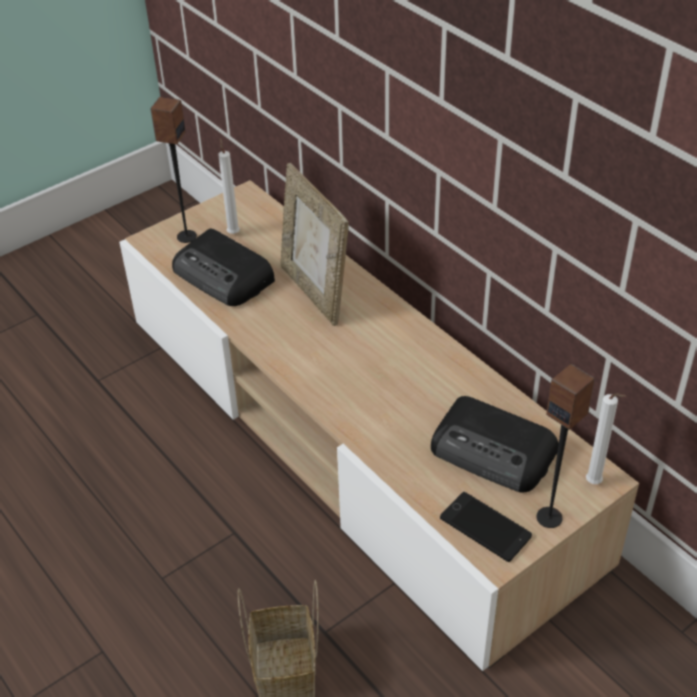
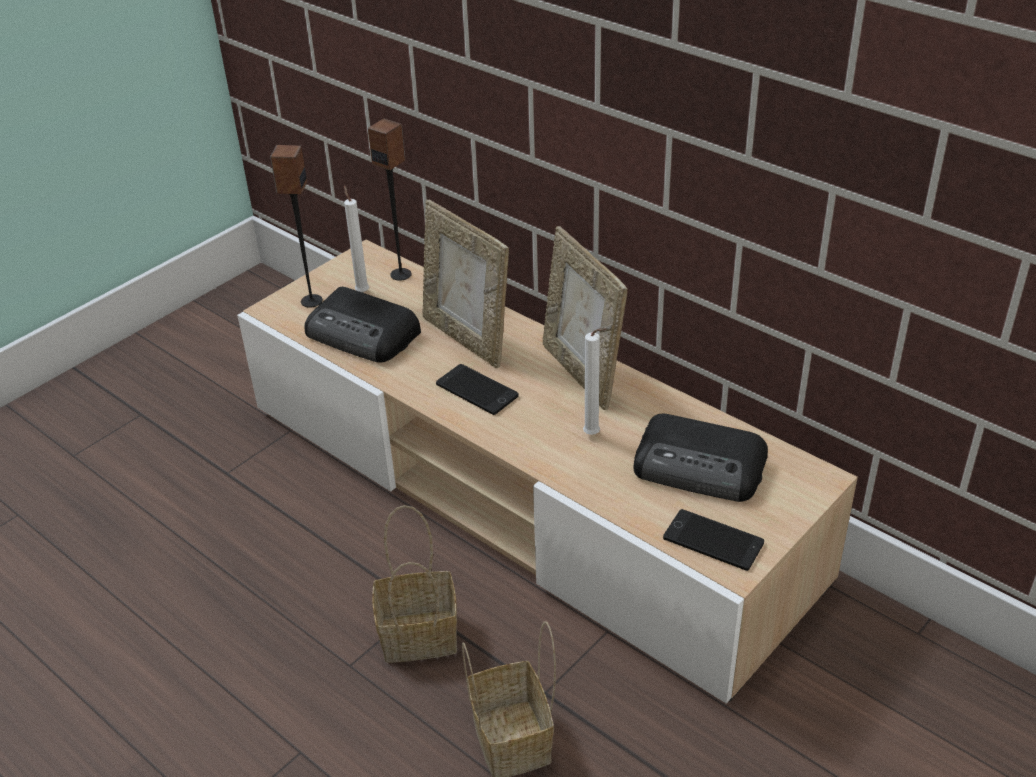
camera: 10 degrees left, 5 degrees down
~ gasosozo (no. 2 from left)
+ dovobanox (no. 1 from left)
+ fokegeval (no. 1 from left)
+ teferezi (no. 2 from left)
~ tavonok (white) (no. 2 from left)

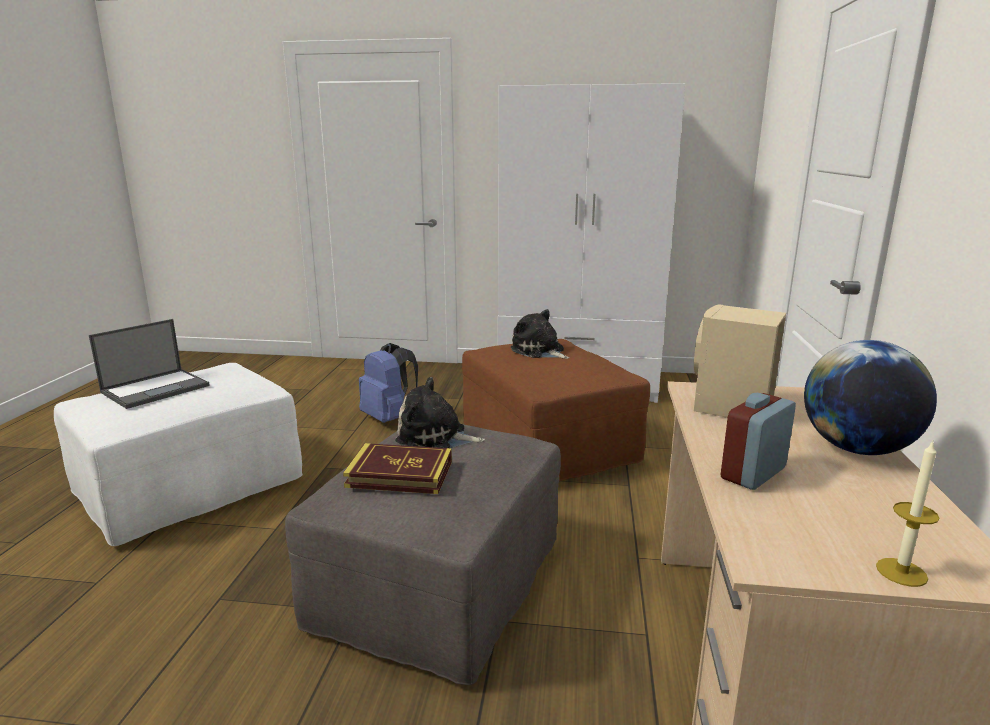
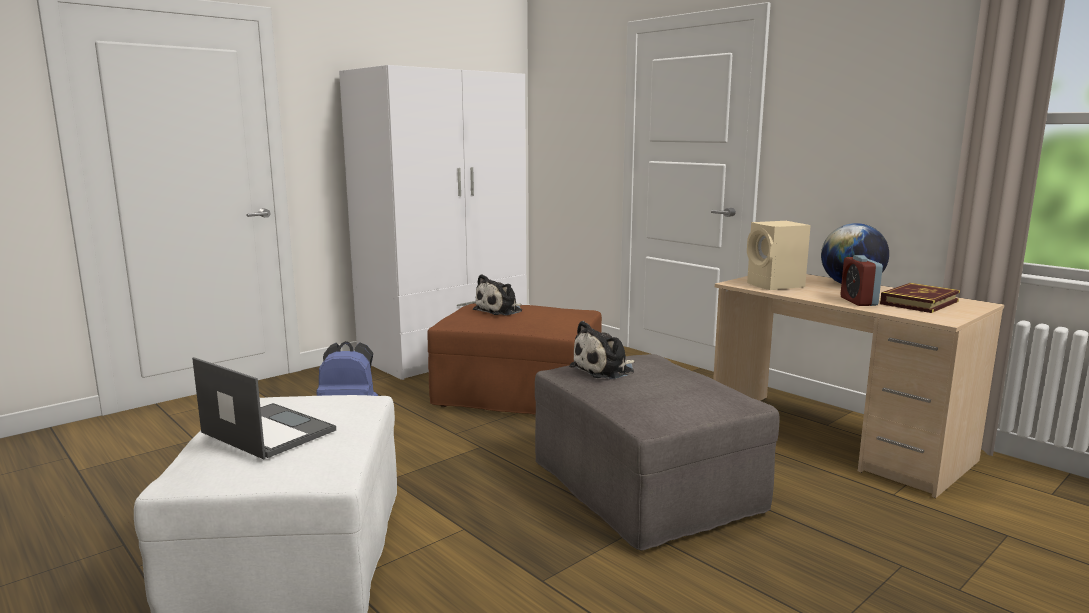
camera: 50 degrees left, 5 degrees down
~ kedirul 45 degrees counterclockwise
~ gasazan (no. 2 from left in the first image) 45 degrees counterclockwise
~ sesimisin
- tavonok

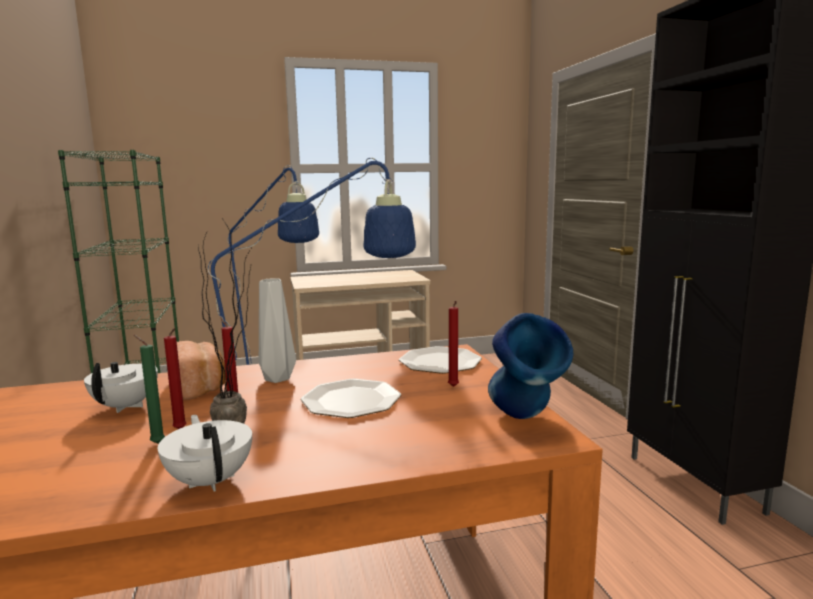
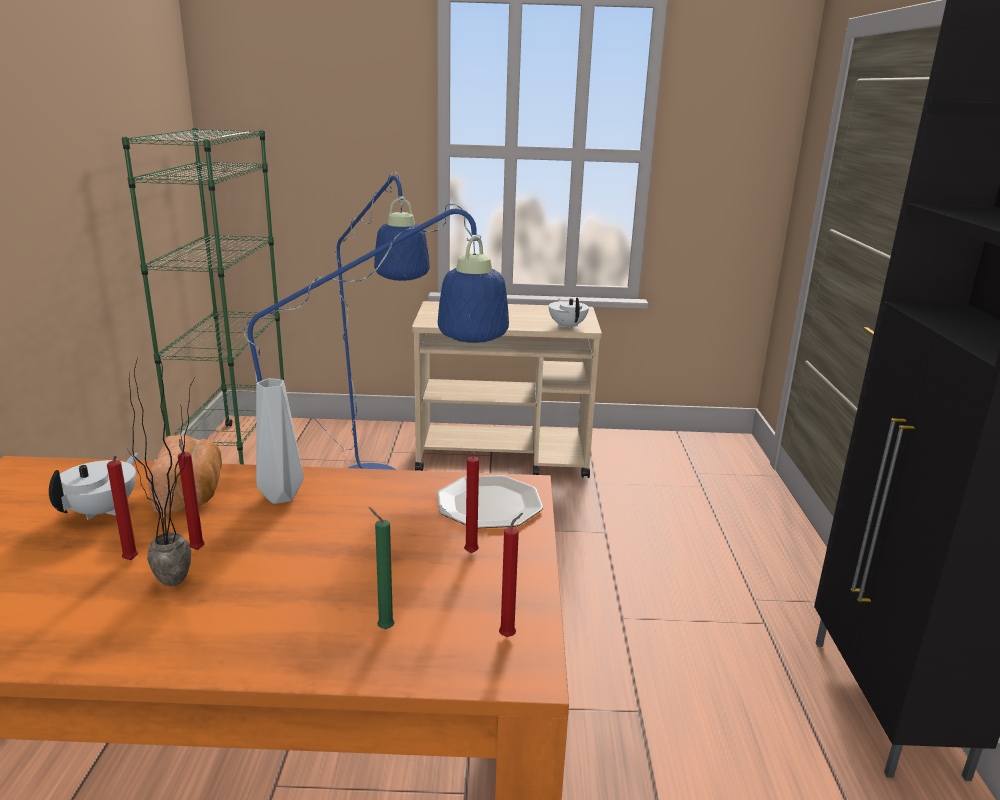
camera: 15 degrees right, 10 degrees up
~ tavonok (green)
~ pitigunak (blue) to tavonok (red) (no. 4 from left)
~ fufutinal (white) (no. 2 from left)
- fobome (no. 1 from left)

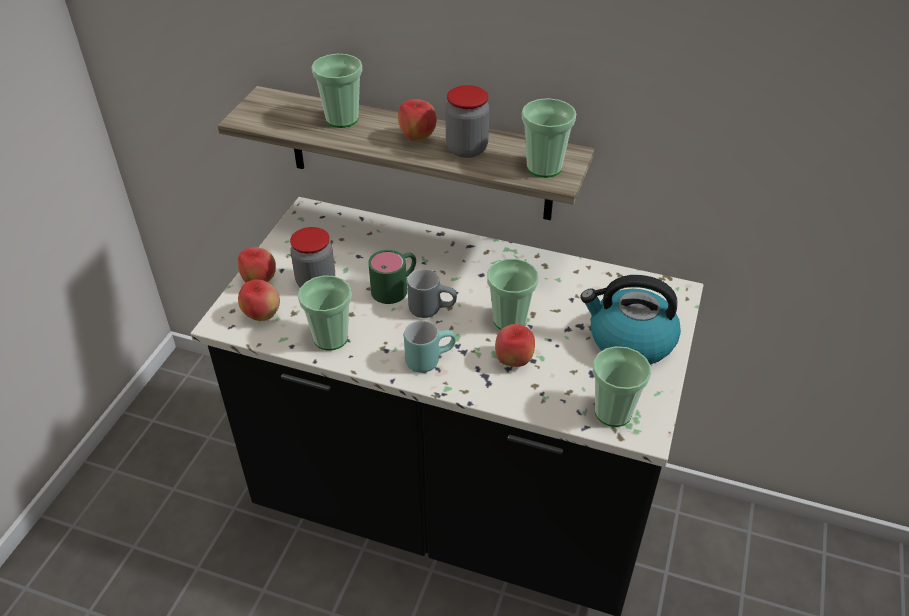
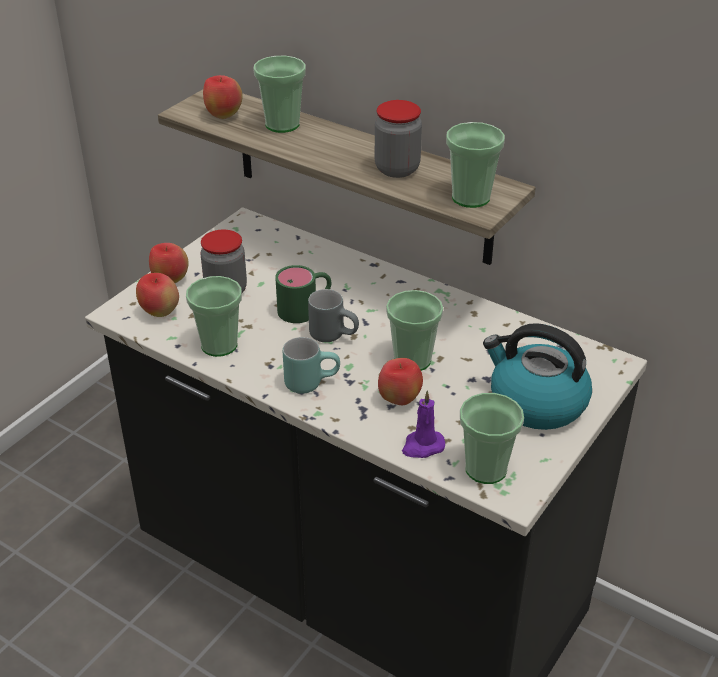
camera: 15 degrees right, 5 degrees down
~ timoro (no. 3 from left)
+ tavonok (purple)

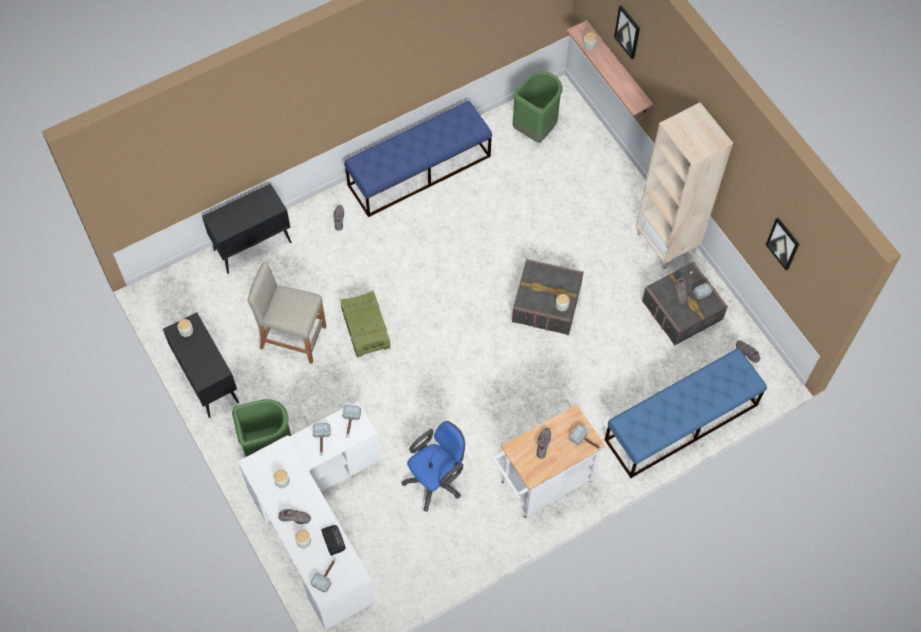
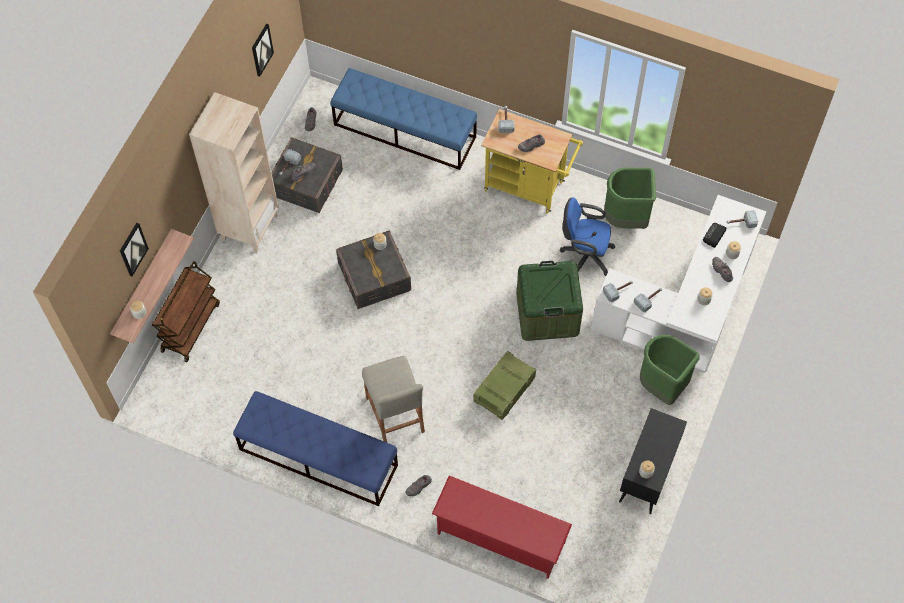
camera: 125 degrees left, 0 degrees up
+ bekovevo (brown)
~ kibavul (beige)
~ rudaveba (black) (no. 2 from left) to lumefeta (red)
~ bekovevo (white) to bekovevo (yellow)
+ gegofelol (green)
~ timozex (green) (no. 2 from left in the first image) to timozex (green) (no. 1 from left)

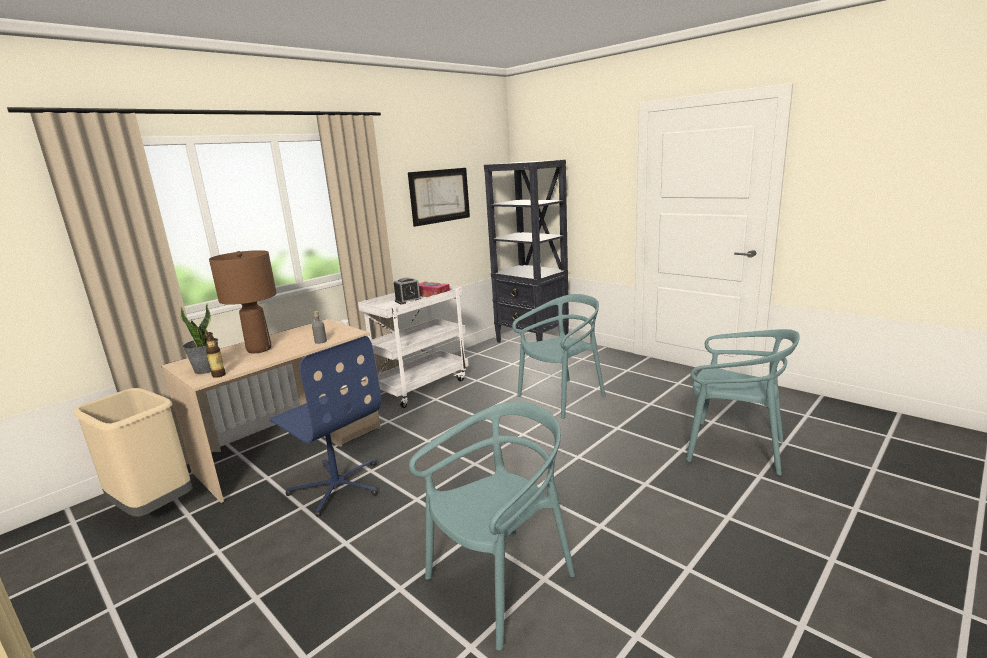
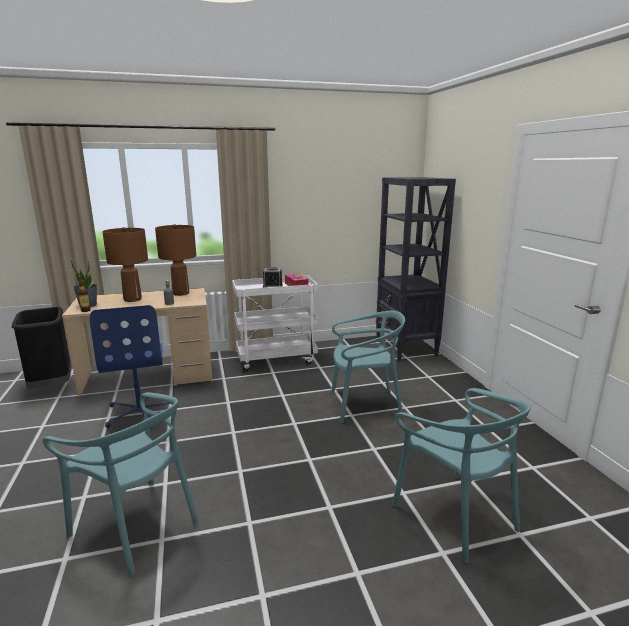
camera: 30 degrees right, 0 degrees up
~ timozex (beige) to timozex (black)
~ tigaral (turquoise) (no. 1 from left) 45 degrees clockwise
+ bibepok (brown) (no. 2 from left)
- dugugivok

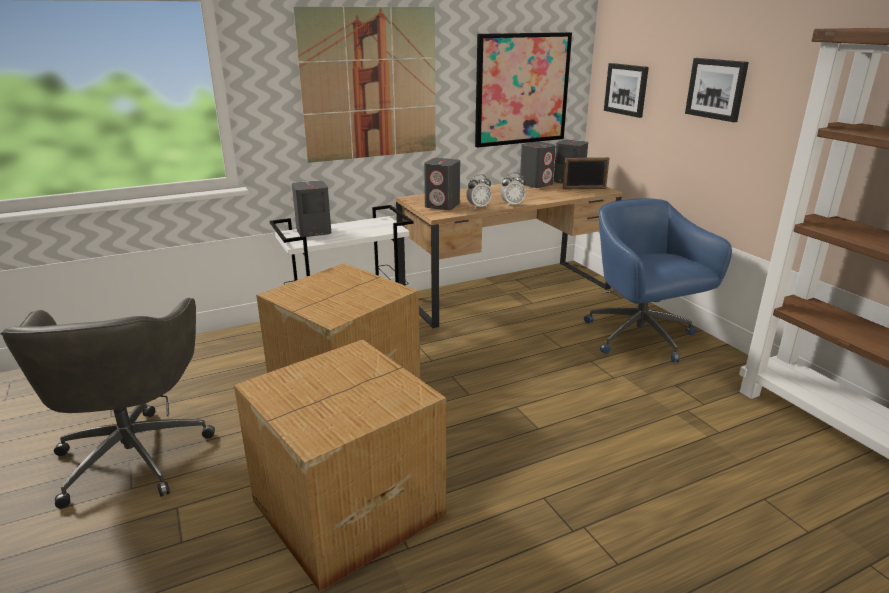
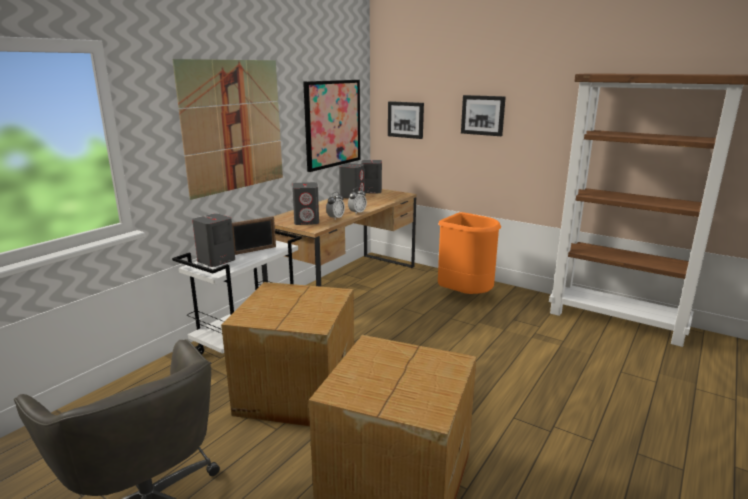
camera: 30 degrees left, 5 degrees down
~ teferezi
~ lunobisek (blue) to timozex (orange)

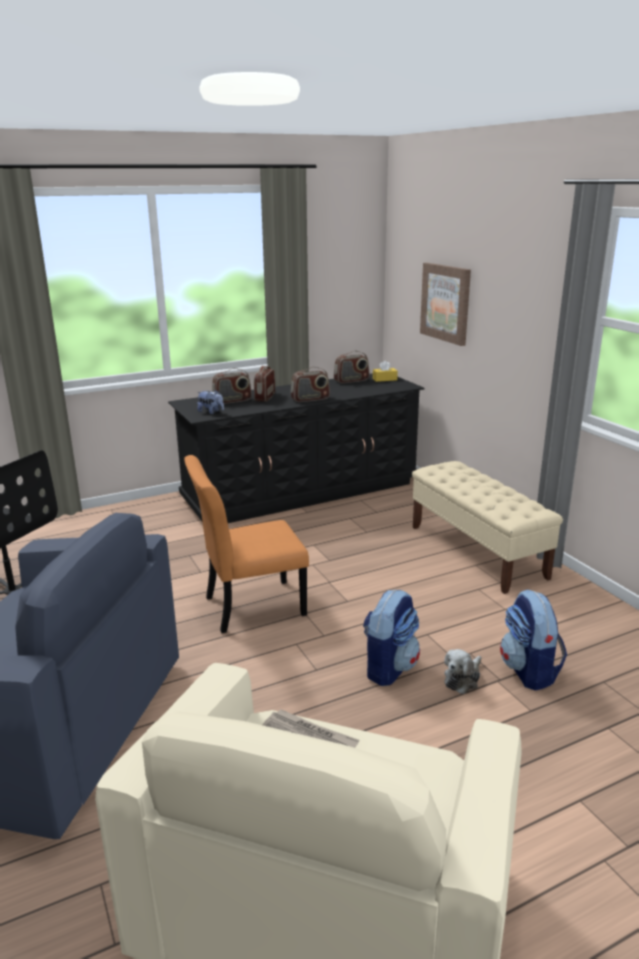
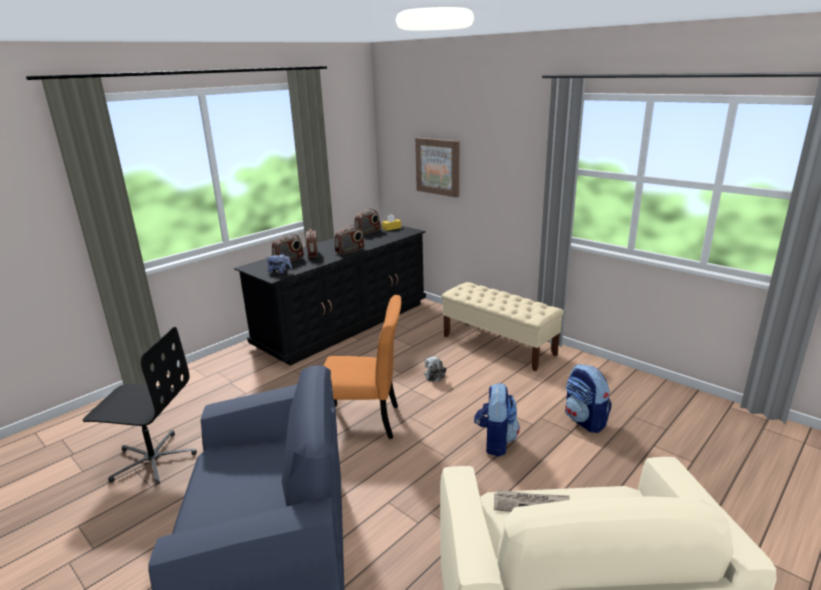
camera: 20 degrees left, 0 degrees up
~ tigaral (orange) 135 degrees counterclockwise
~ gasazan (no. 2 from left)

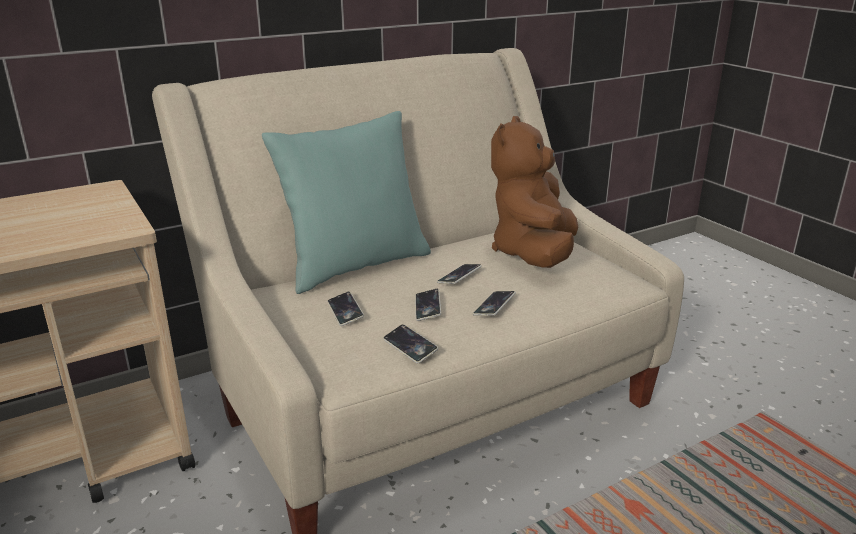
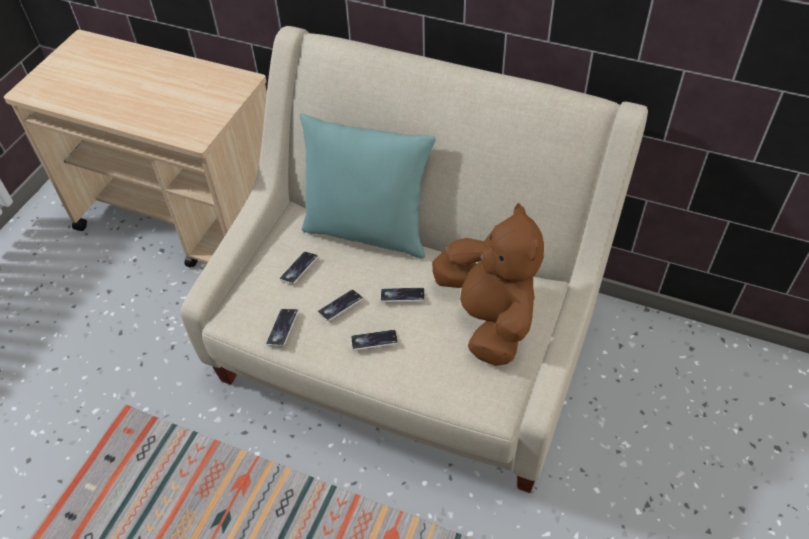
camera: 55 degrees right, 25 degrees up
~ gasazan (brown) 90 degrees clockwise

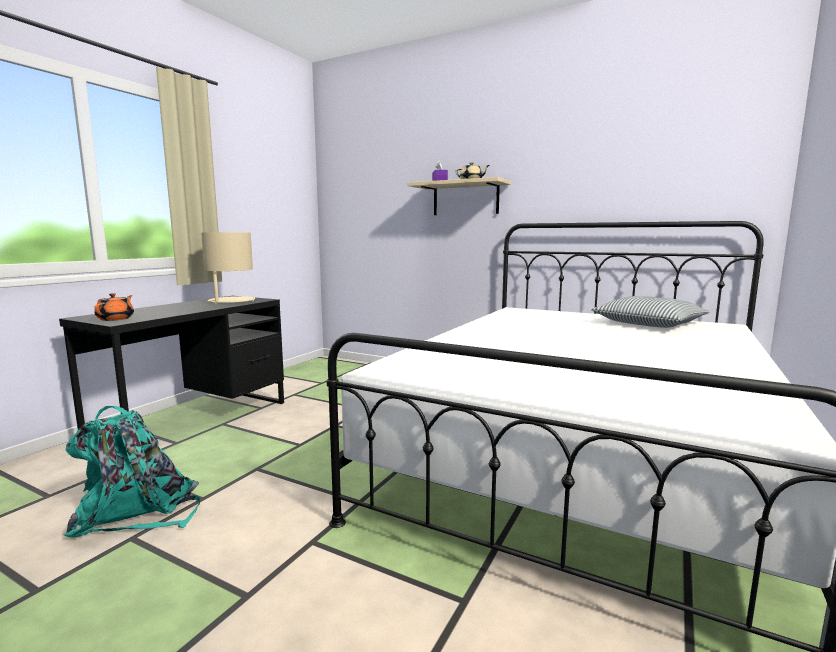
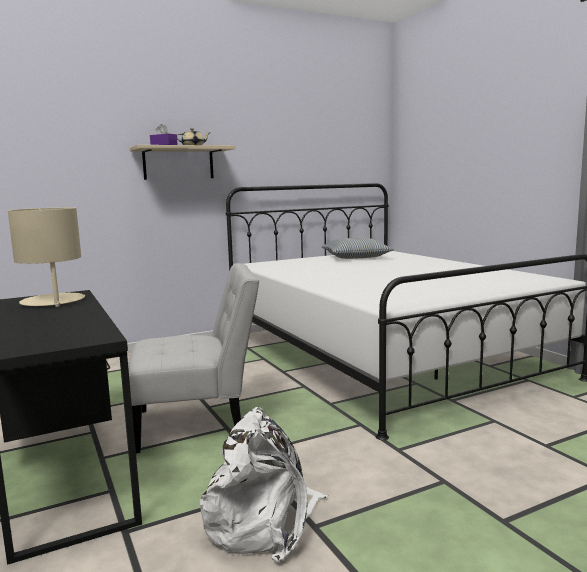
camera: 55 degrees left, 0 degrees up
+ tigaral (white)
~ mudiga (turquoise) to mudiga (white)
- fufutinal (orange)

